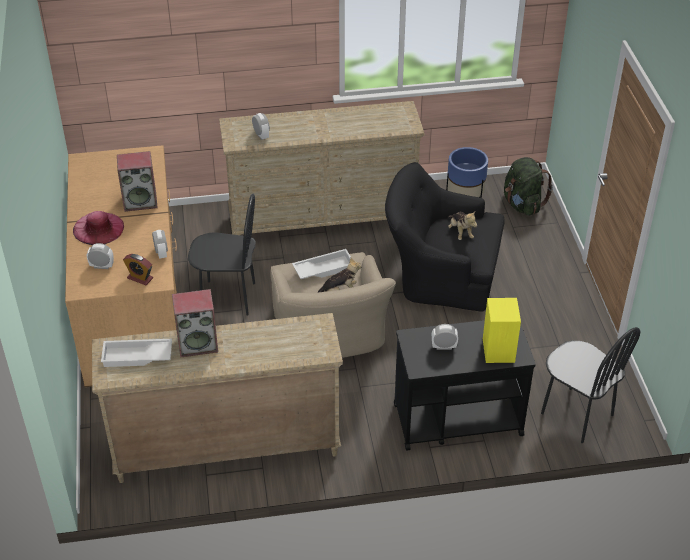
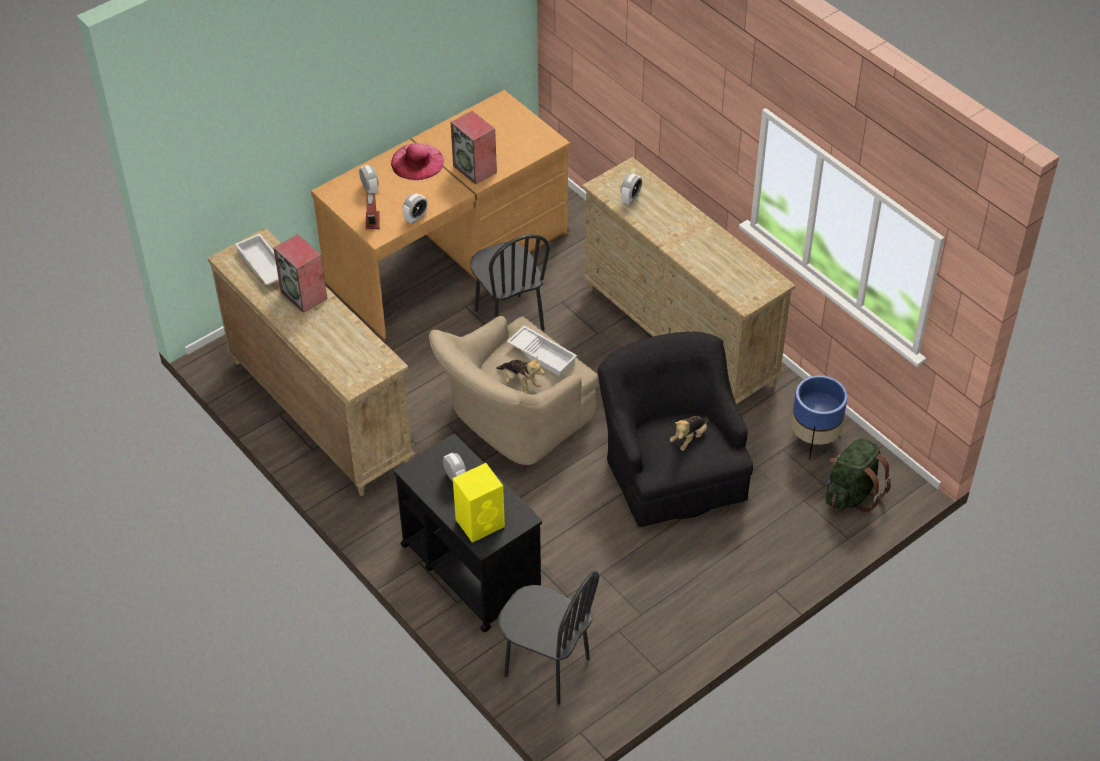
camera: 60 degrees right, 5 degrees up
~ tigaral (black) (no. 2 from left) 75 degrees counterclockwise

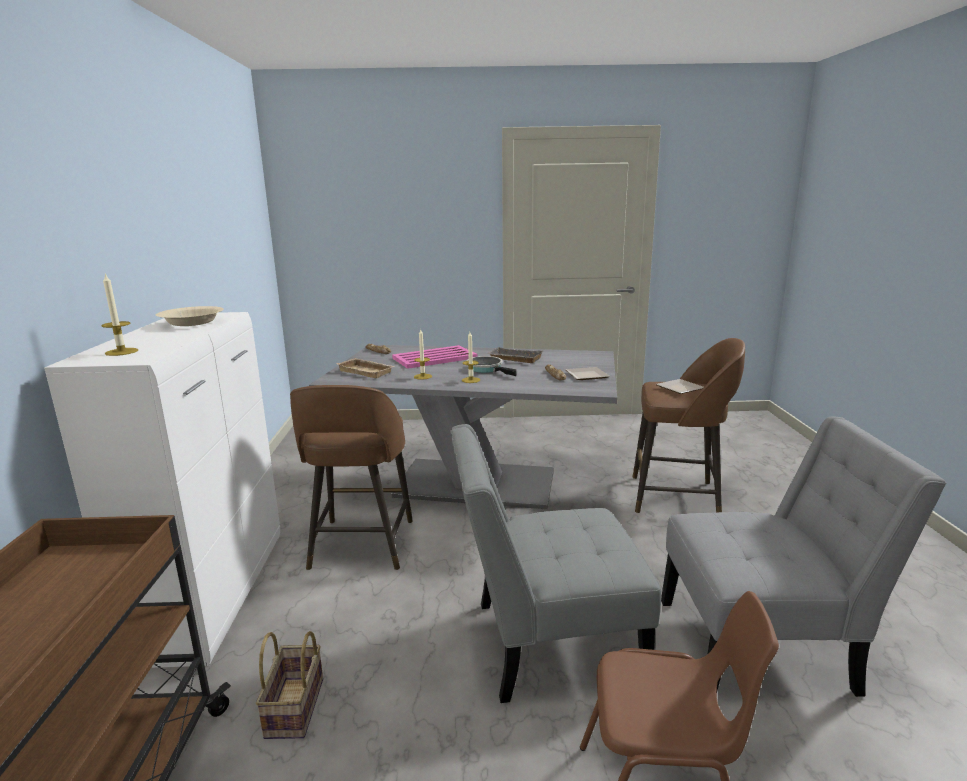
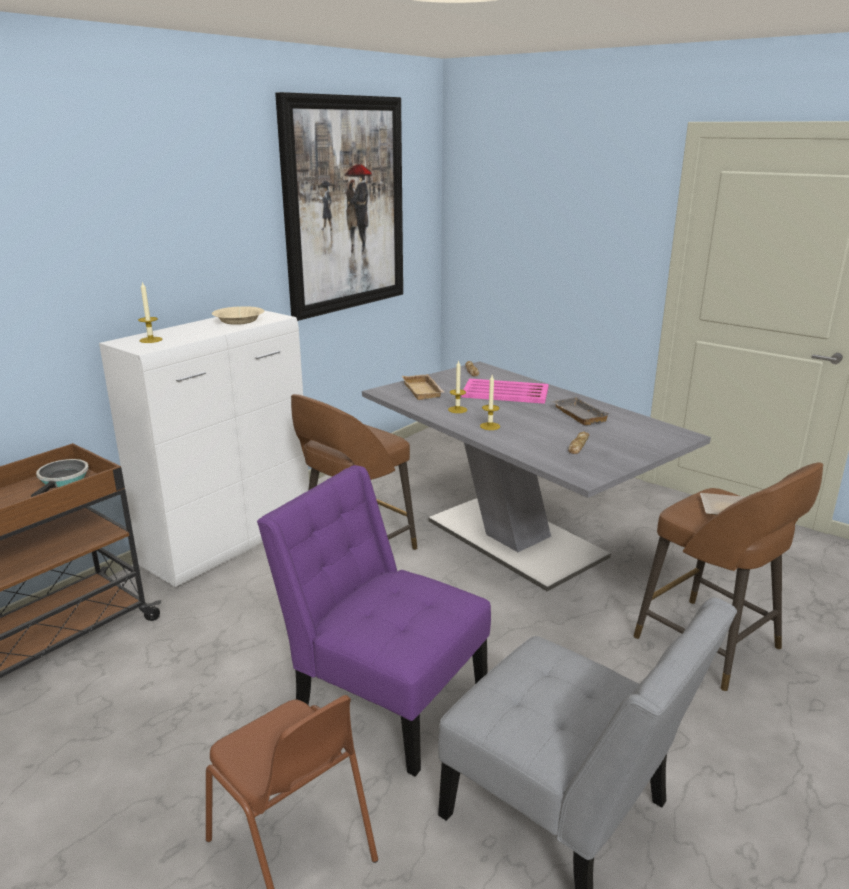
camera: 40 degrees right, 5 degrees up
~ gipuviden
~ tigaral (grey) (no. 1 from left) to tigaral (purple)
+ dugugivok
- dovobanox
- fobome (no. 1 from left)

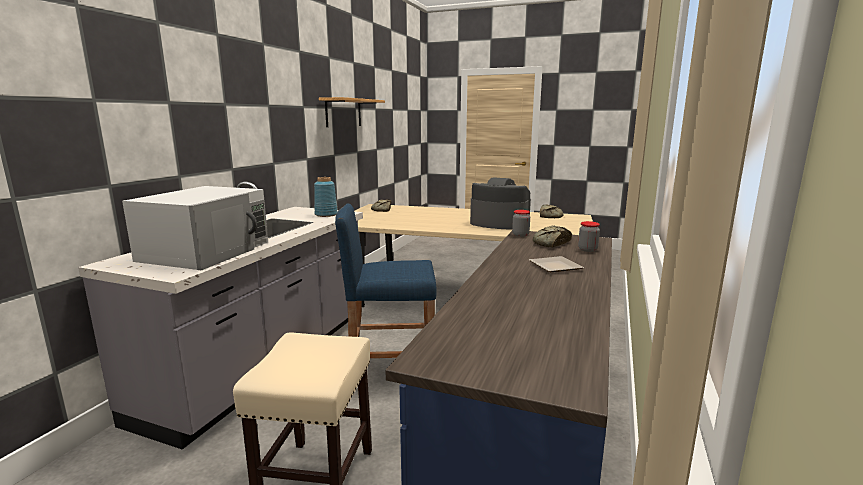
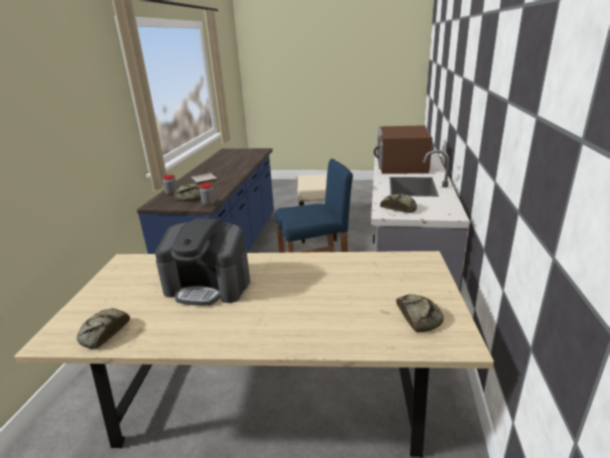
camera: 170 degrees right, 10 degrees up
~ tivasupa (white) to tivasupa (brown)
~ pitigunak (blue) to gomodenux (no. 3 from left)
- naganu

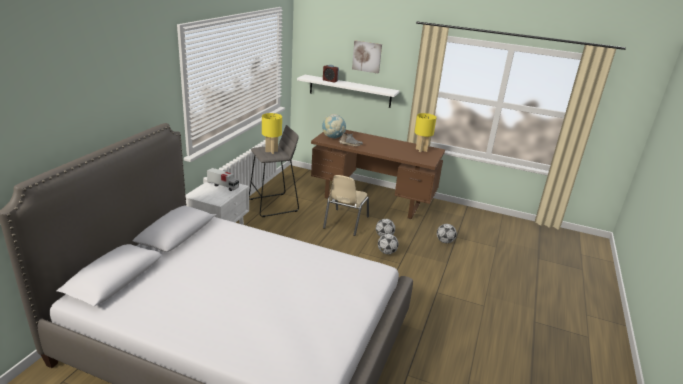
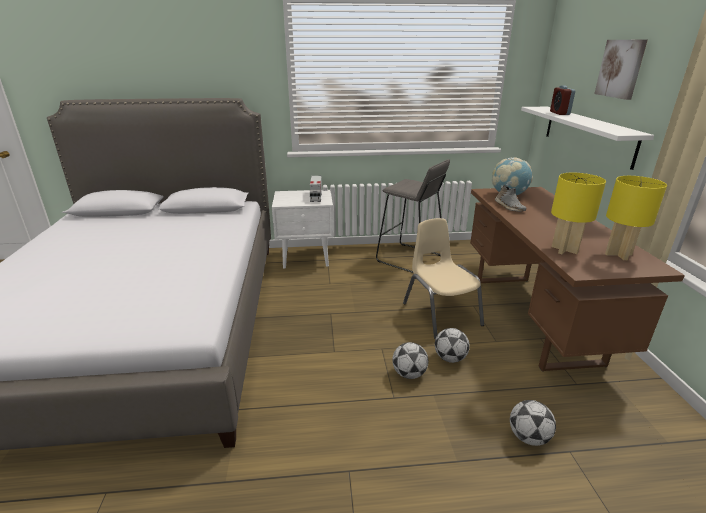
camera: 65 degrees right, 0 degrees up
~ tigaral (beige) 75 degrees clockwise
~ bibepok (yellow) (no. 1 from left)

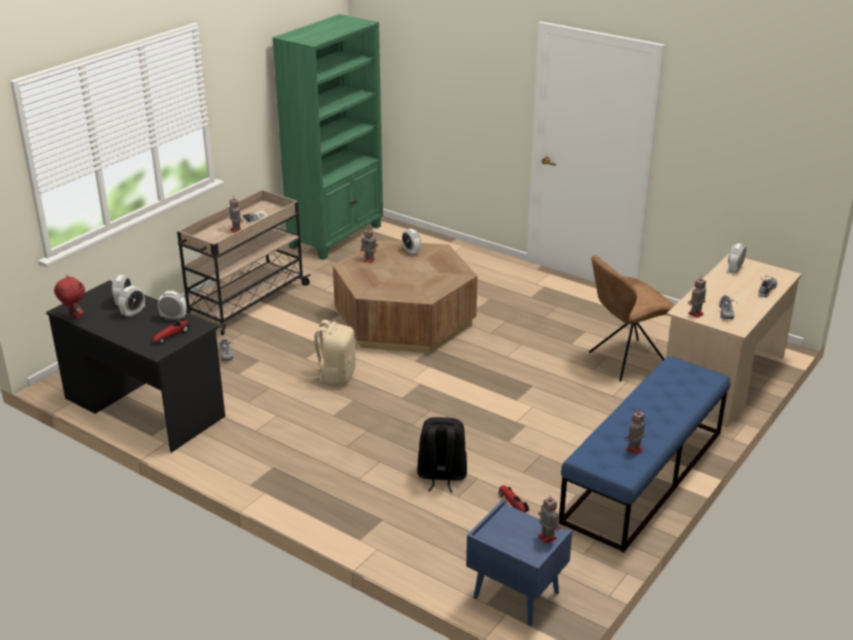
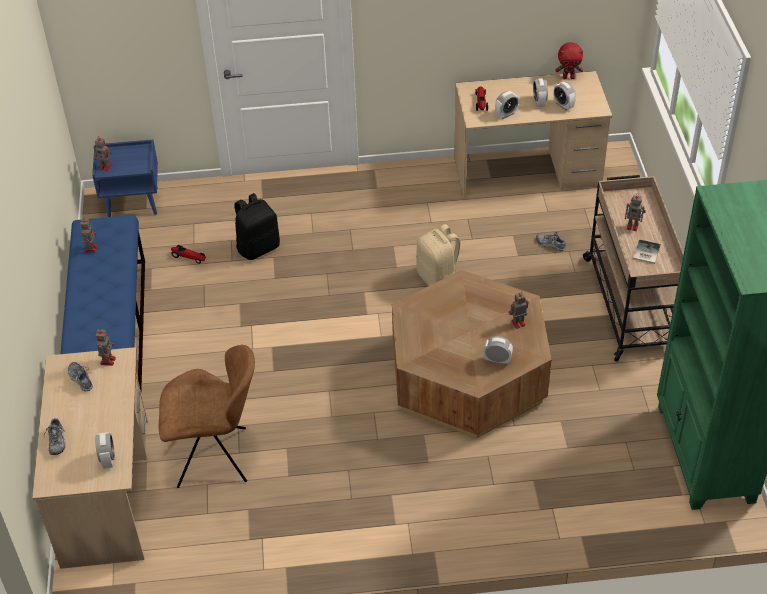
camera: 140 degrees right, 15 degrees up
~ tigaral (brown) 60 degrees clockwise
~ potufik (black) to potufik (beige) (no. 2 from left)

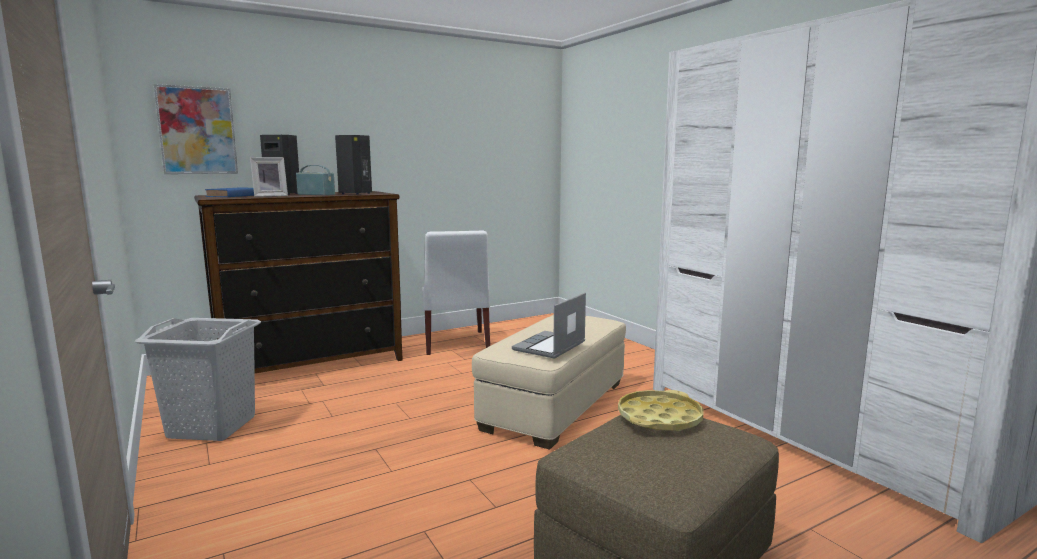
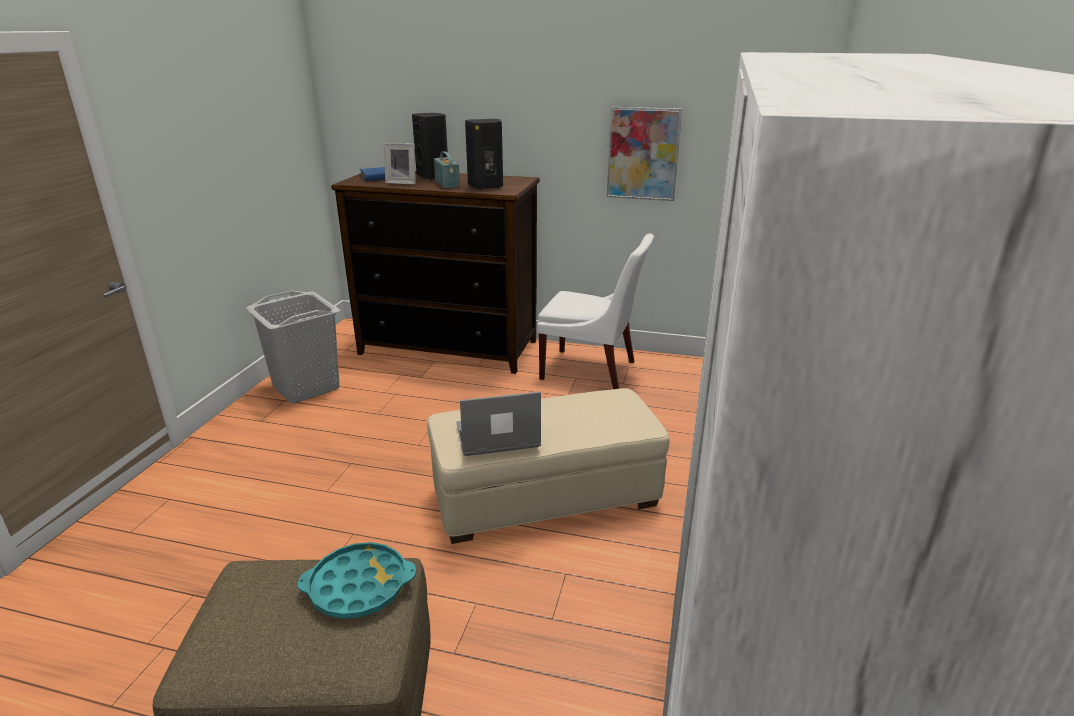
camera: 45 degrees right, 15 degrees up
~ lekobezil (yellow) to lekobezil (turquoise)
~ tigaral (white) 105 degrees counterclockwise
~ dugugivok

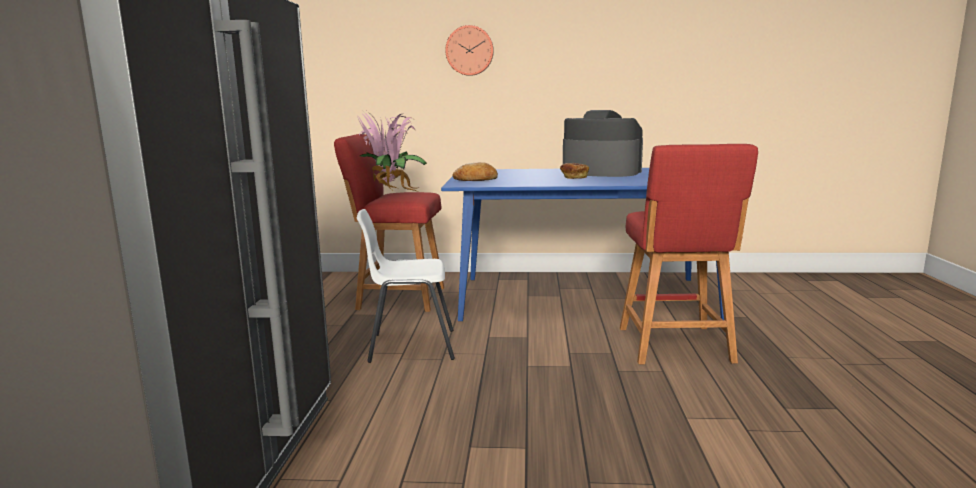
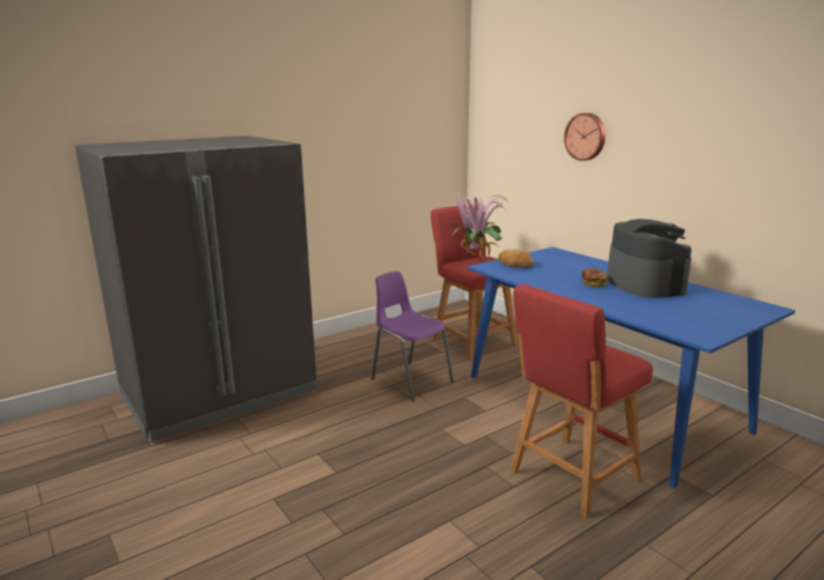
camera: 50 degrees right, 5 degrees up
~ tigaral (white) to tigaral (purple)

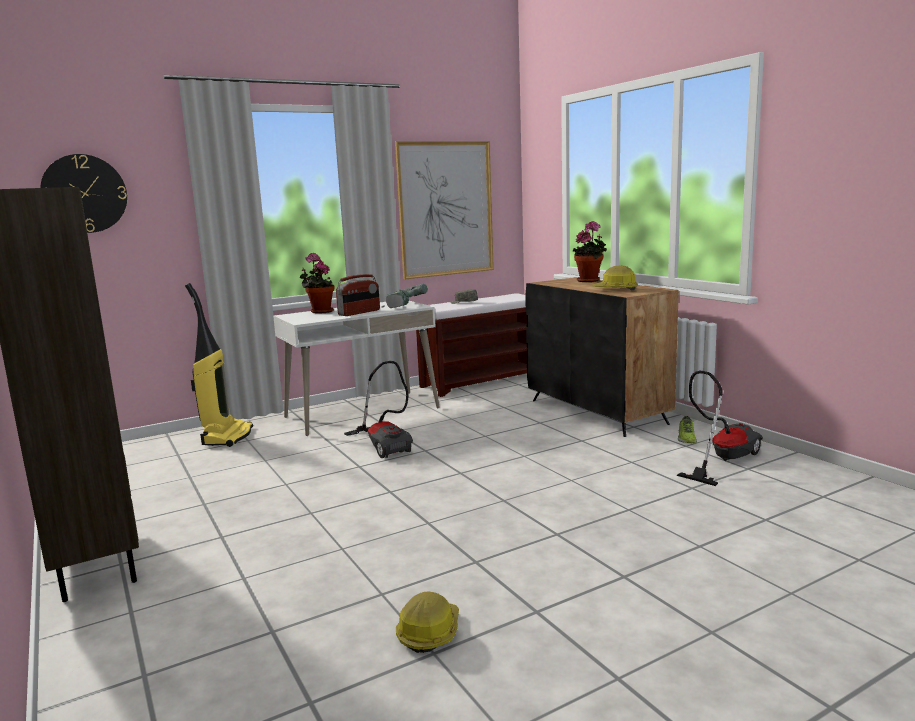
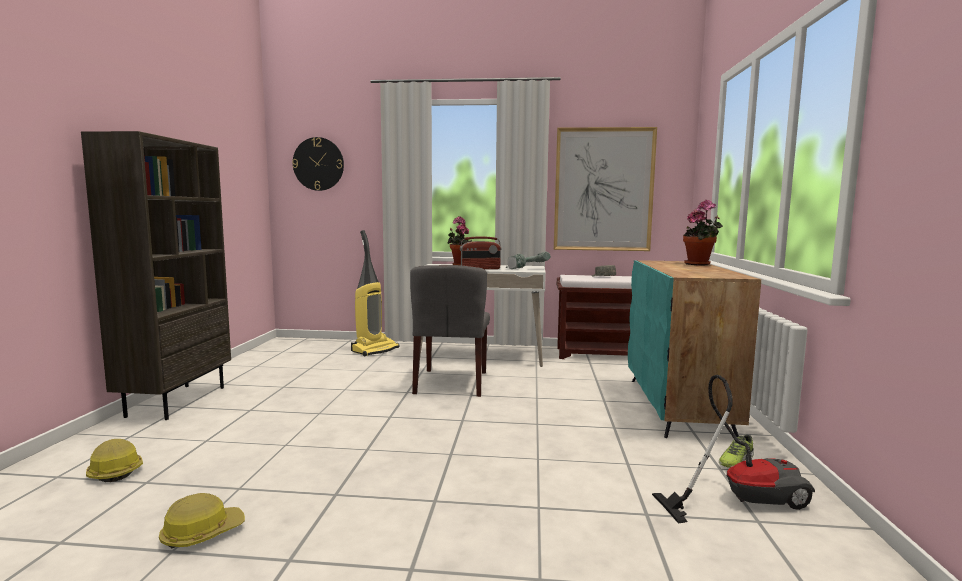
camera: 35 degrees right, 5 degrees down
~ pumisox (no. 2 from left in the first image) to pumisox (no. 1 from left)
~ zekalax (no. 2 from left) to tigaral (grey)
~ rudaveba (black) to rudaveba (turquoise)

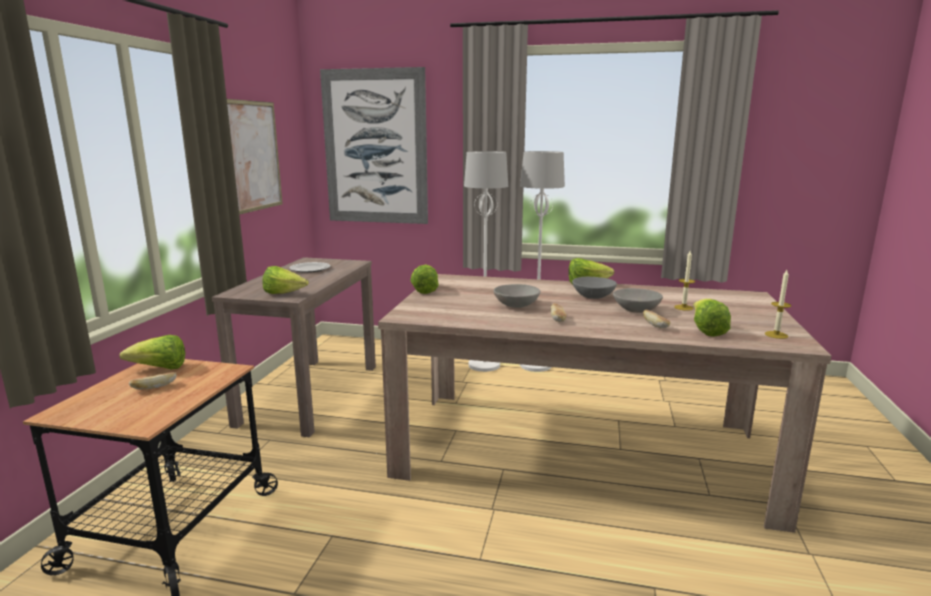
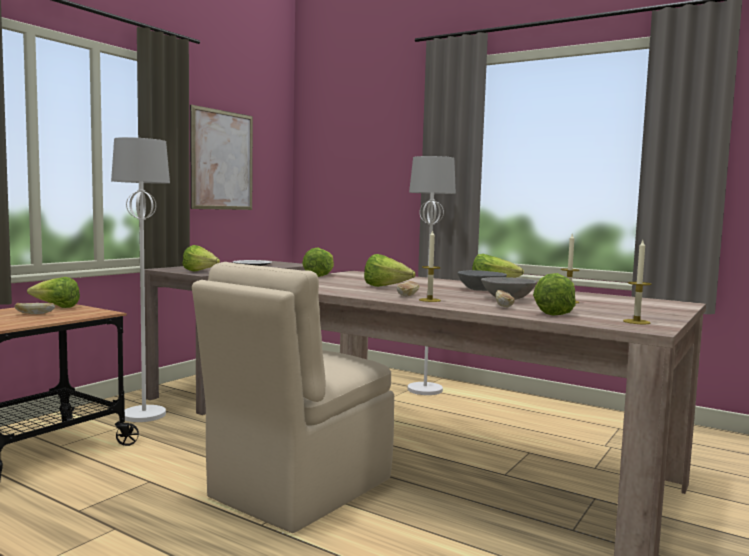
camera: 20 degrees right, 10 degrees down
~ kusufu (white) (no. 2 from left in the first image) to kusufu (white) (no. 1 from left)
+ tigaral (beige)
~ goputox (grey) (no. 1 from left) to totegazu (no. 4 from left)
+ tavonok (no. 1 from left)
- dugugivok (no. 2 from left)

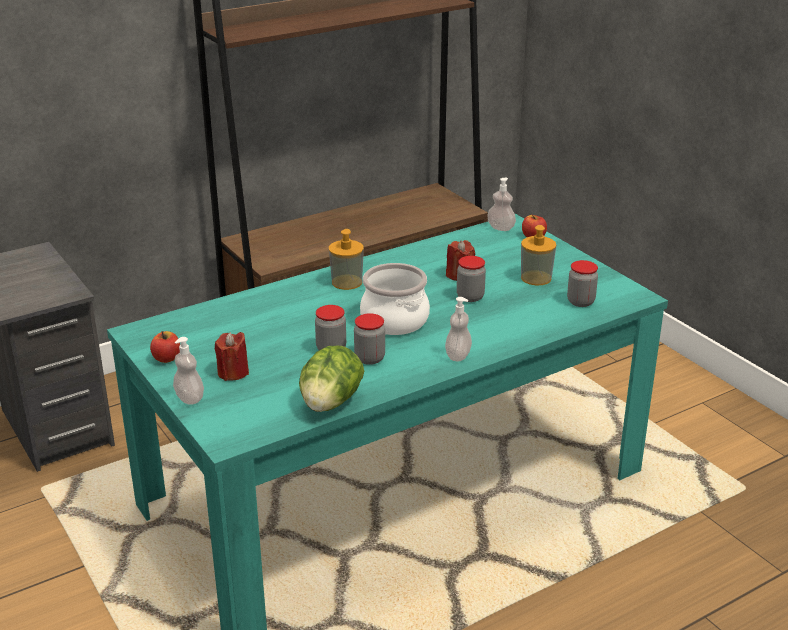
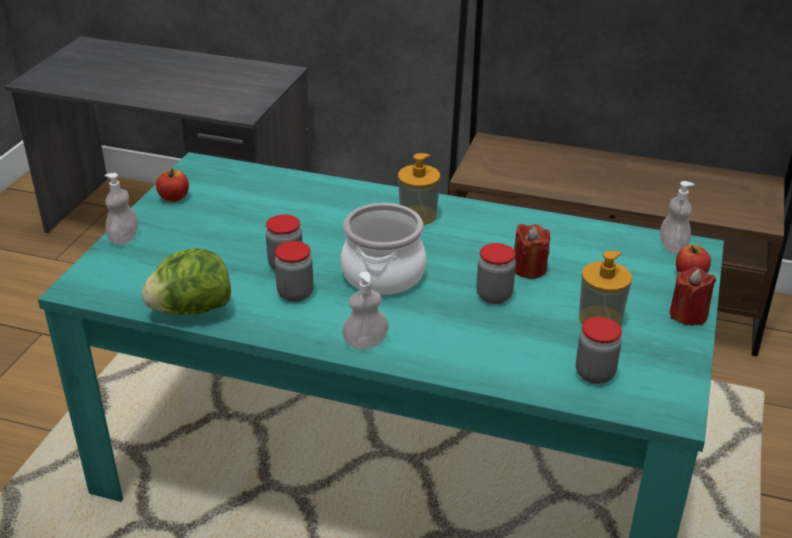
camera: 50 degrees right, 5 degrees up
~ tavonok (red) (no. 1 from left in the first image) to tavonok (red) (no. 2 from left)

